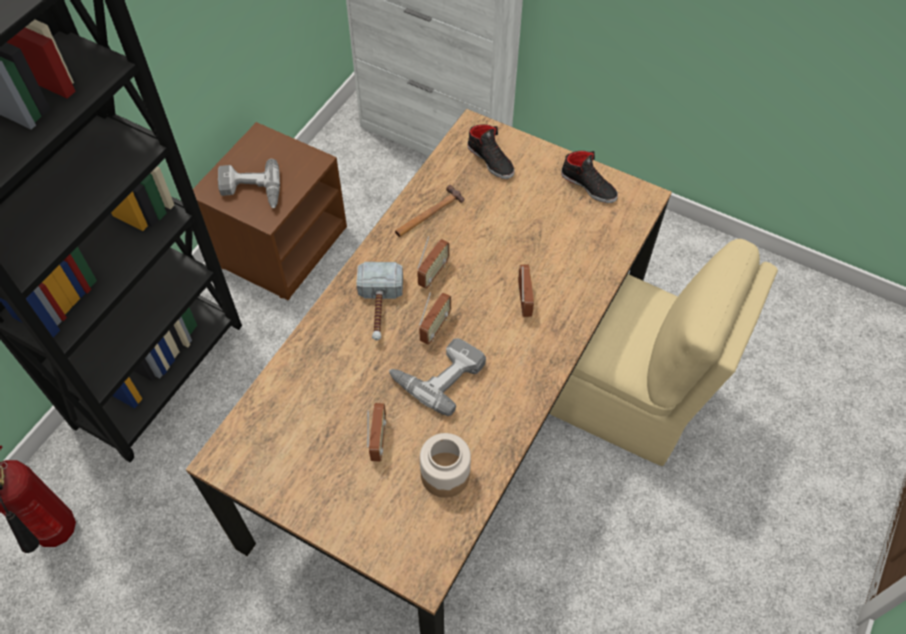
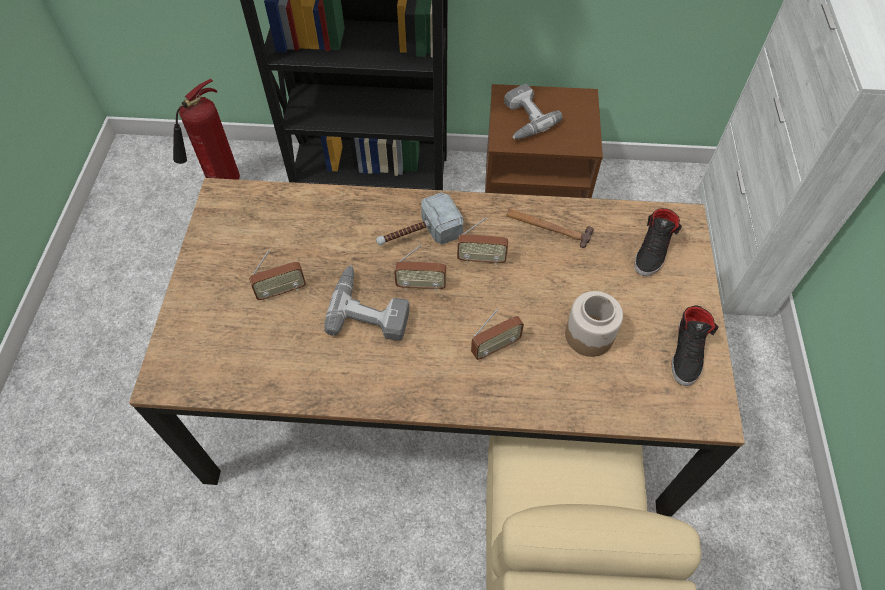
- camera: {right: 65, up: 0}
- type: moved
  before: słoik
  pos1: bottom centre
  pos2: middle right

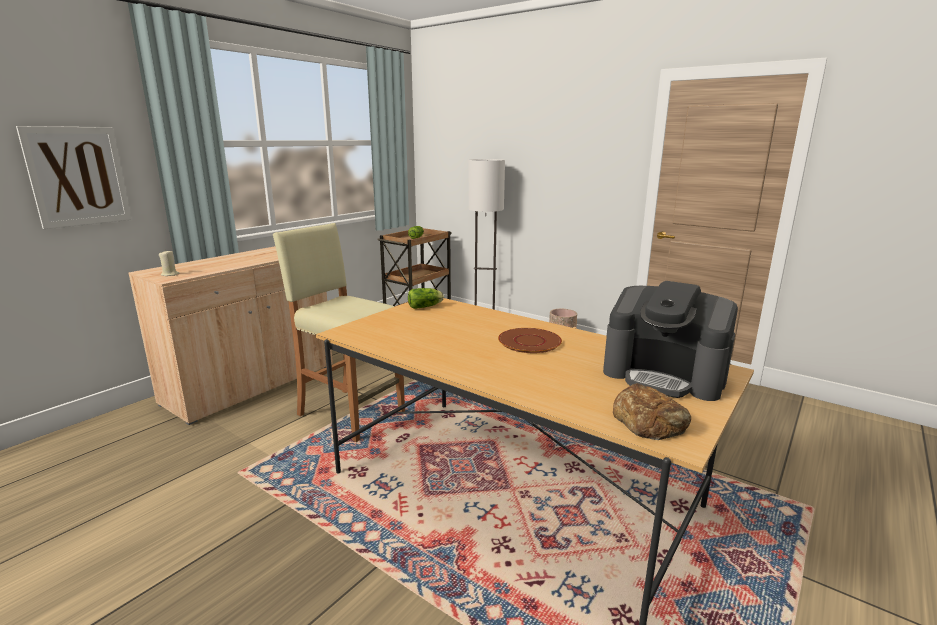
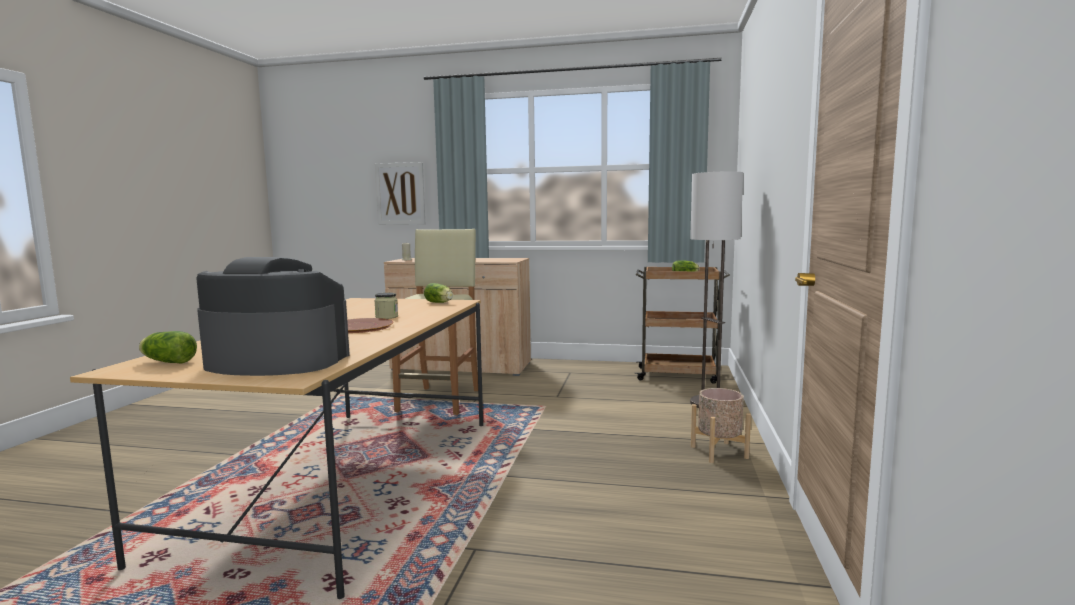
- camera: {right: 65, up: -10}
- type: added
  after: słoik
  pos2: centre
- type: replaced
  before: chleb
  after: sałata (1st from left)
  pos1: middle right
  pos2: middle left
- type: turned
  before: ekspres do kawy
  pos1: middle right
  pos2: middle left
  turn: 90

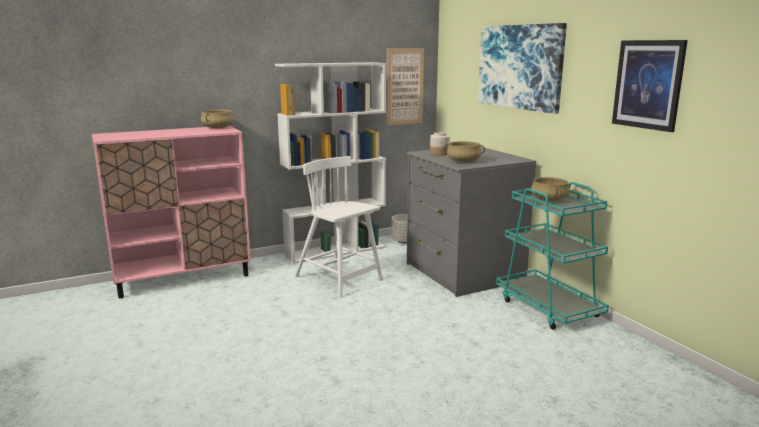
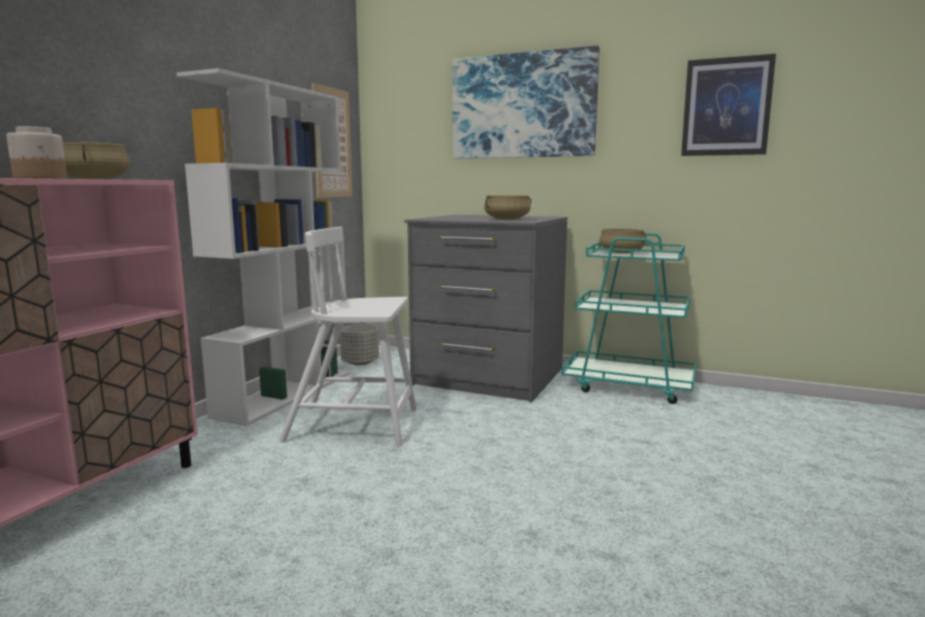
- camera: {right: -40, up: -5}
- type: moved
  before: słoik
  pos1: centre
  pos2: top left

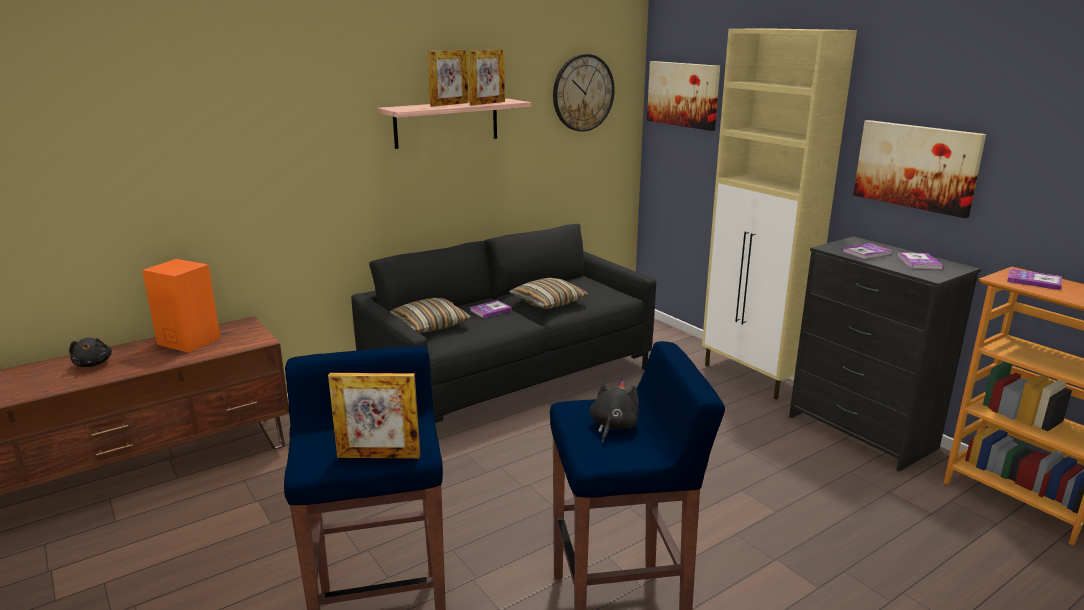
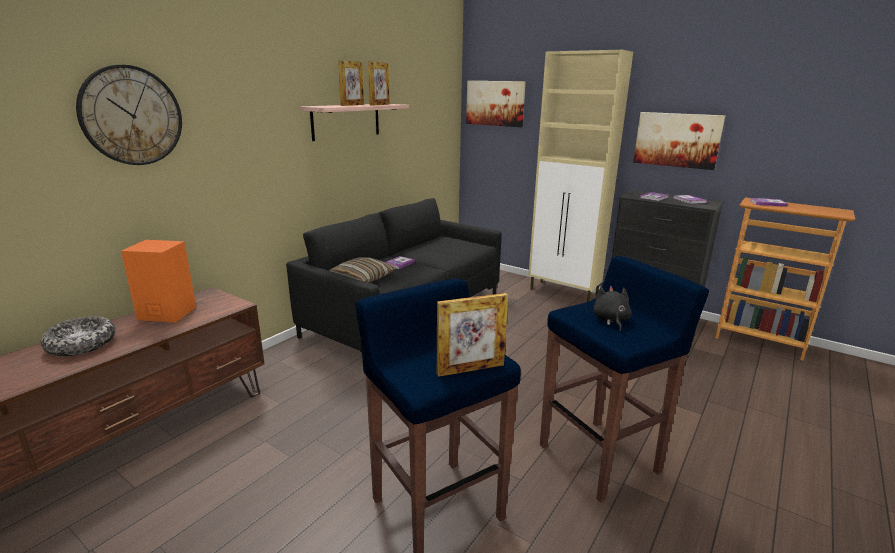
- camera: {right: -20, up: 0}
- type: removed
  before: poduszka (2nd from left)
  pos1: centre
- type: moved
  before: zegar ścienny
  pos1: top centre
  pos2: top left
- type: replaced
  before: pluszak/czarny (1st from left)
  after: miska
  pos1: middle left
  pos2: middle left

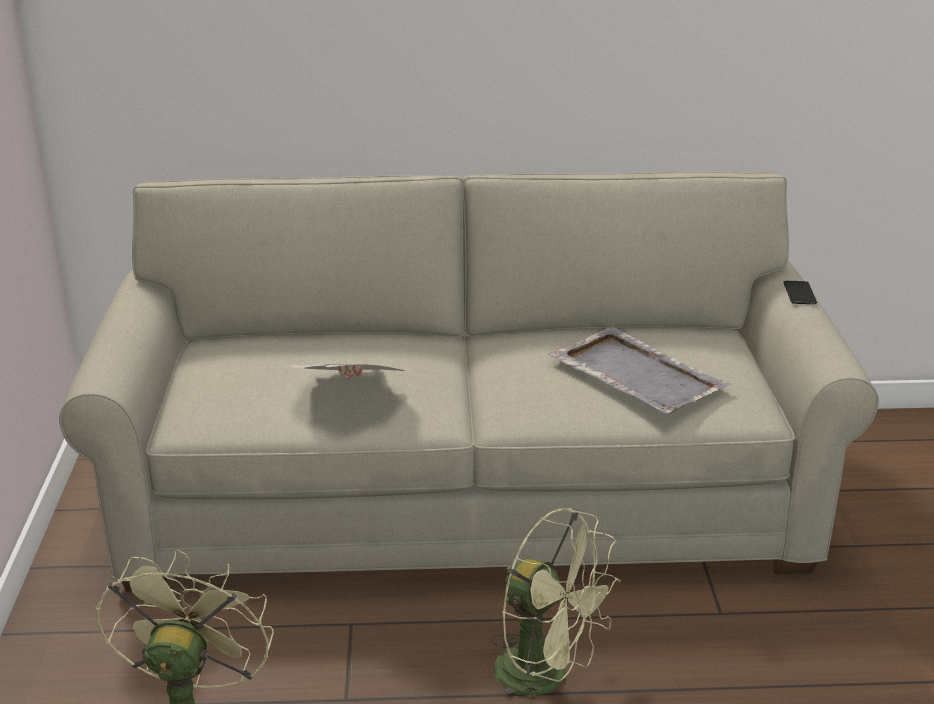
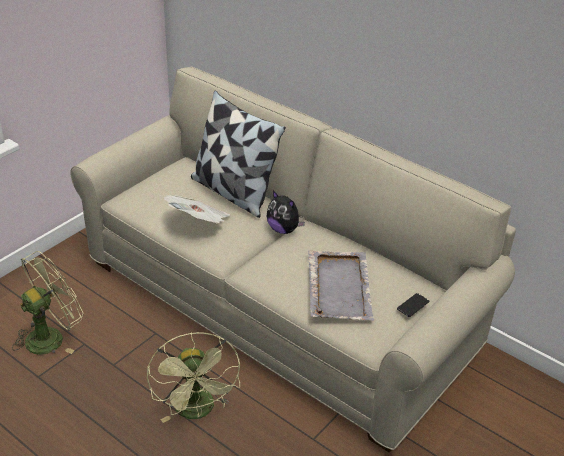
- camera: {right: 40, up: 10}
- type: added
  after: poduszka
  pos2: centre
- type: added
  after: pluszak
  pos2: centre
- type: moved
  before: telefon
  pos1: middle right
  pos2: bottom right

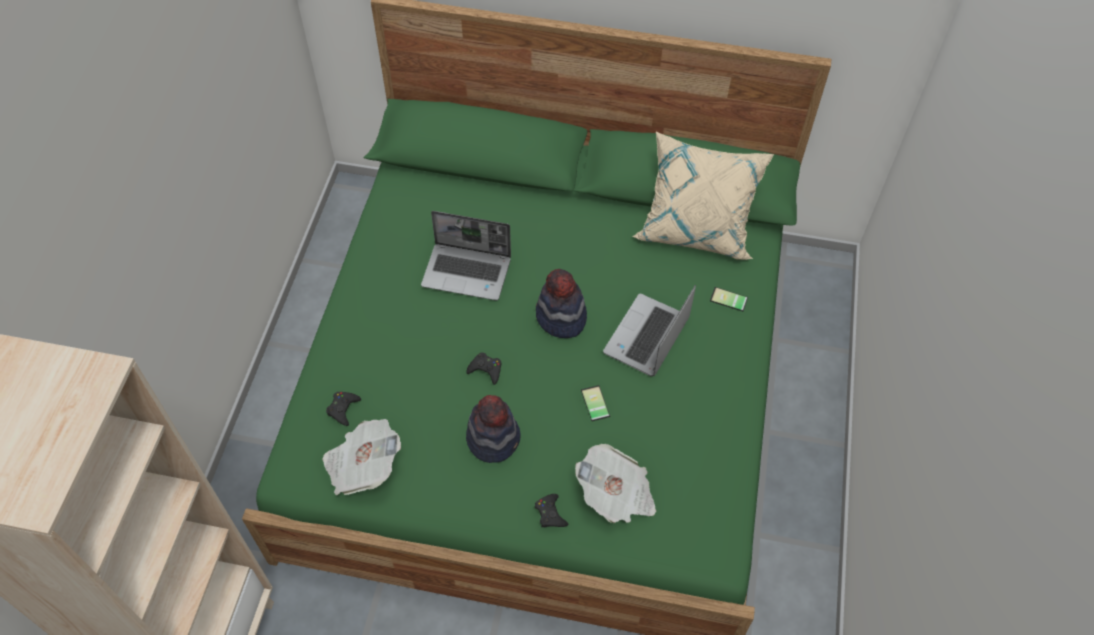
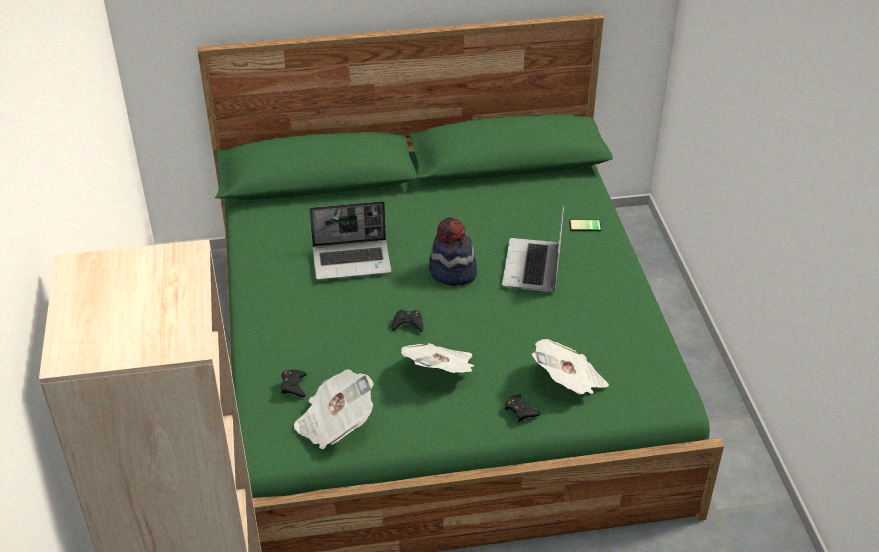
- camera: {right: -20, up: -15}
- type: removed
  before: telefon (1st from left)
  pos1: centre
- type: removed
  before: poduszka/beżowy
  pos1: top centre
- type: replaced
  before: kapelusz (1st from left)
  after: gazeta (2nd from left)
  pos1: bottom centre
  pos2: centre

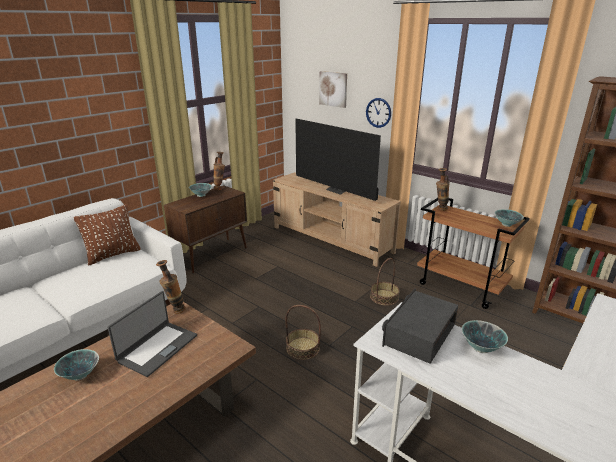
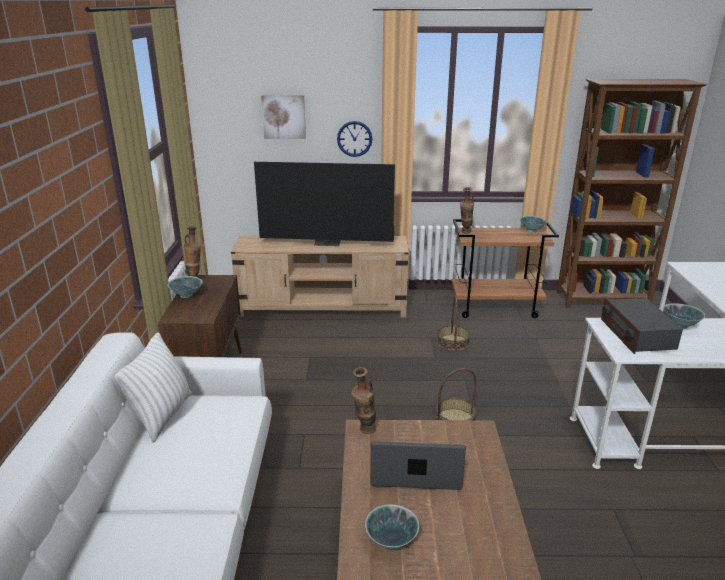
- camera: {right: -40, up: 0}
- type: recoloured
  before: poduszka/brązowy
  after: poduszka/biały
  pos1: middle left
  pos2: bottom left
- type: turned
  before: laptop
  pos1: bottom left
  pos2: bottom centre
  turn: -75

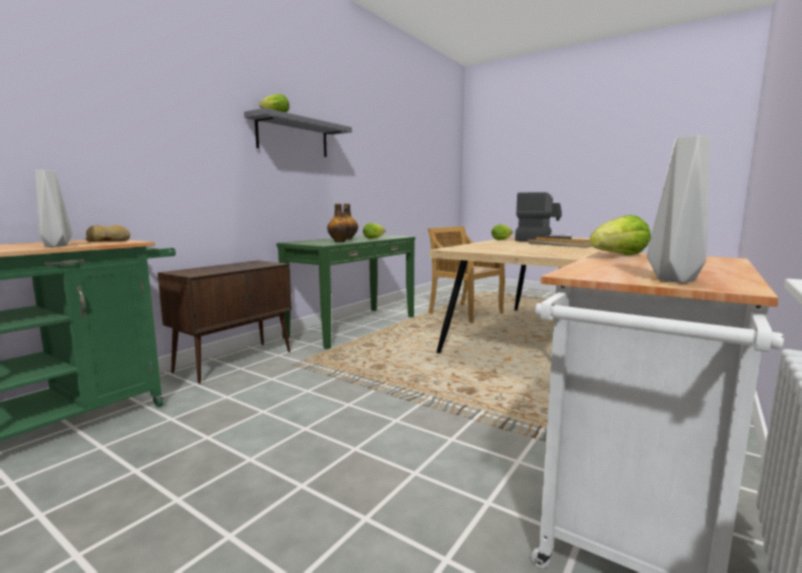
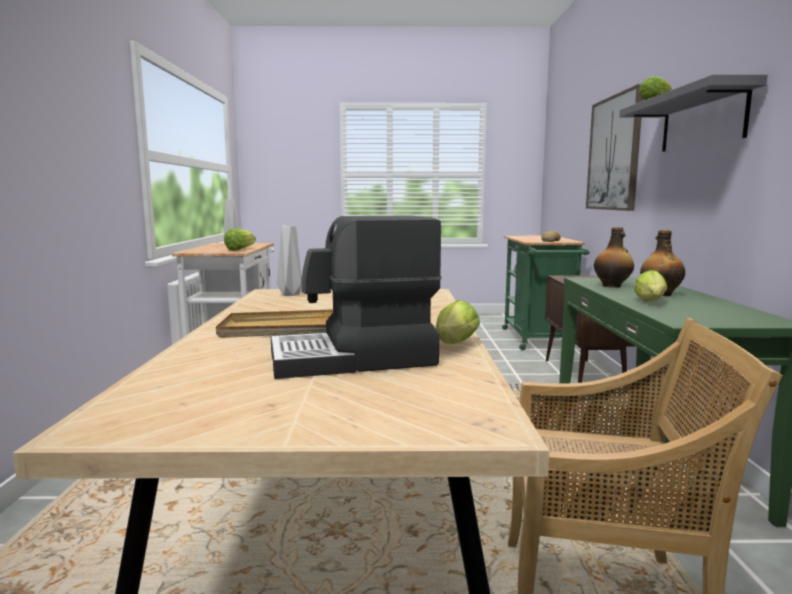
- camera: {right: 145, up: 0}
- type: added
  after: obraz
  pos2: top right
- type: moved
  before: wazon/szary (1st from left in the first image)
  after: wazon/szary (2nd from left)
  pos1: middle left
  pos2: centre

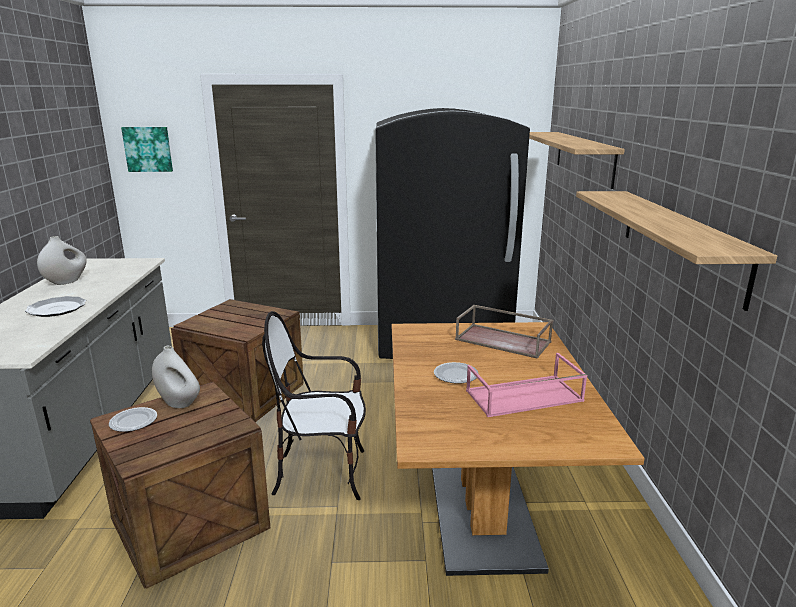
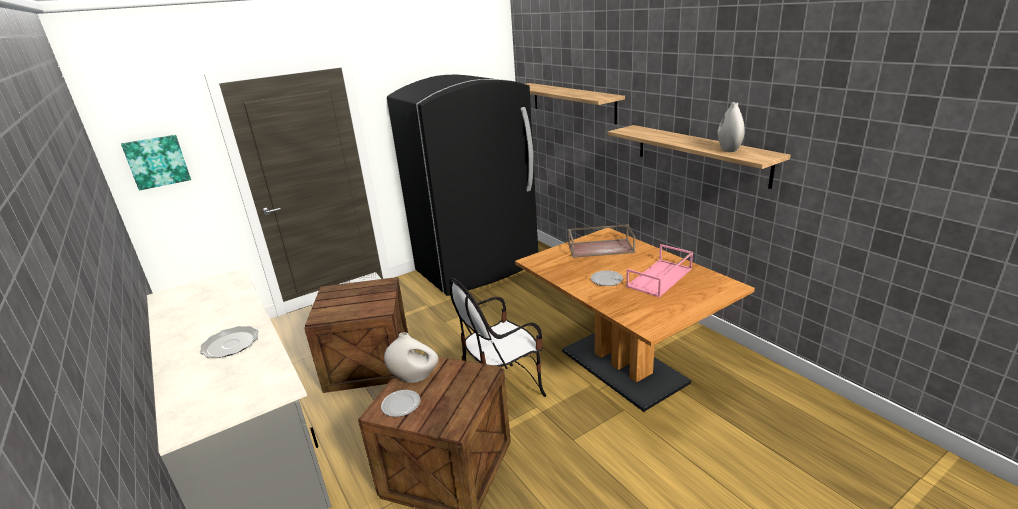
- camera: {right: -30, up: 5}
- type: moved
  before: wazon/biały (1st from left in the first image)
  after: wazon/biały (2nd from left)
  pos1: middle left
  pos2: top right

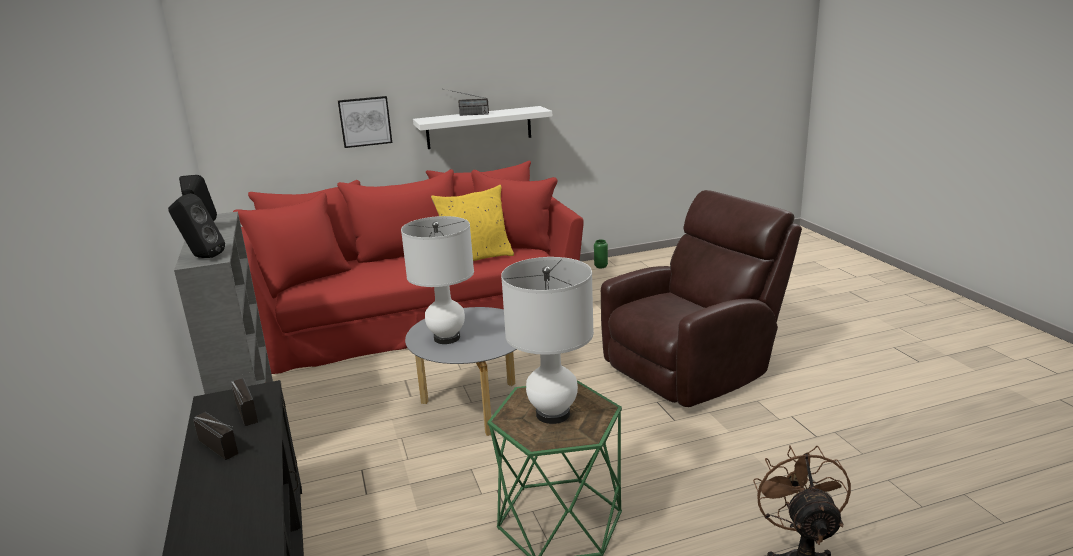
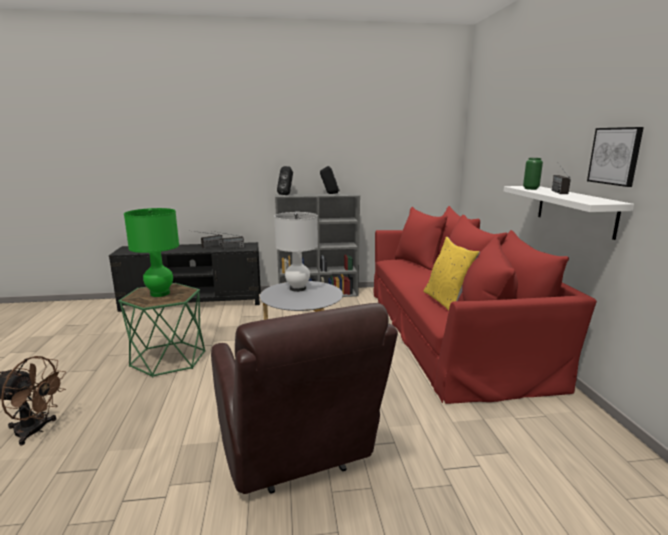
- camera: {right: 100, up: -5}
- type: moved
  before: obraz
  pos1: top centre
  pos2: top right
- type: moved
  before: wazon/zielony
  pos1: centre
  pos2: top right
- type: recoloured
  before: lampa stołowa/biały (2nd from left)
  after: lampa stołowa/zielony
  pos1: centre
  pos2: middle left

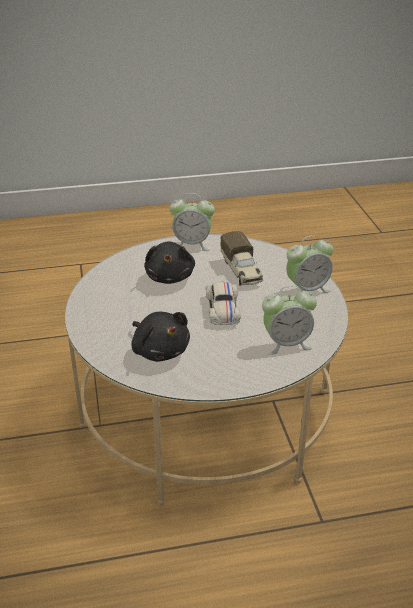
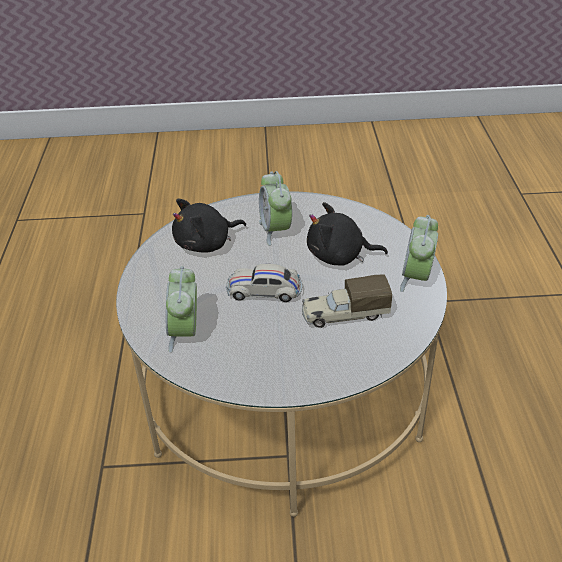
- camera: {right: 100, up: 5}
- type: moved
  before: budzik (3rd from left in the first image)
  after: budzik (2nd from left)
  pos1: middle right
  pos2: centre

